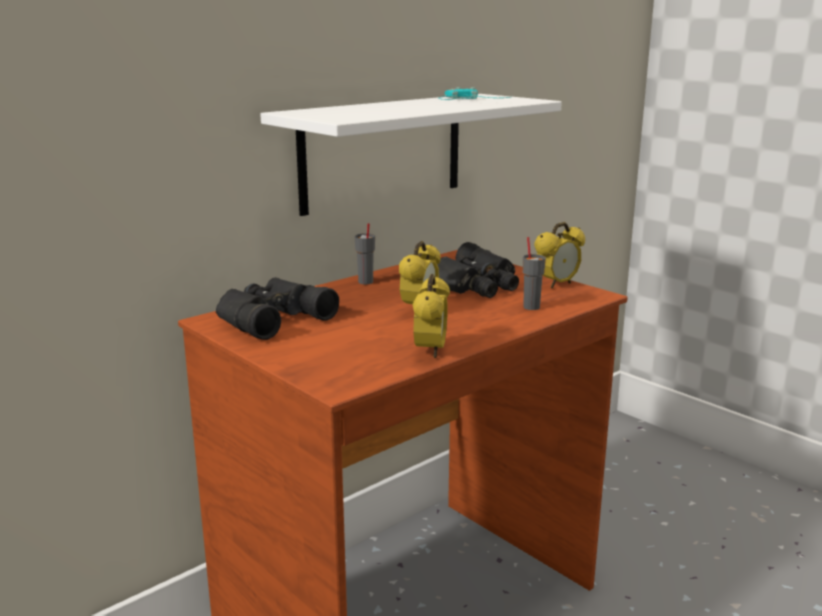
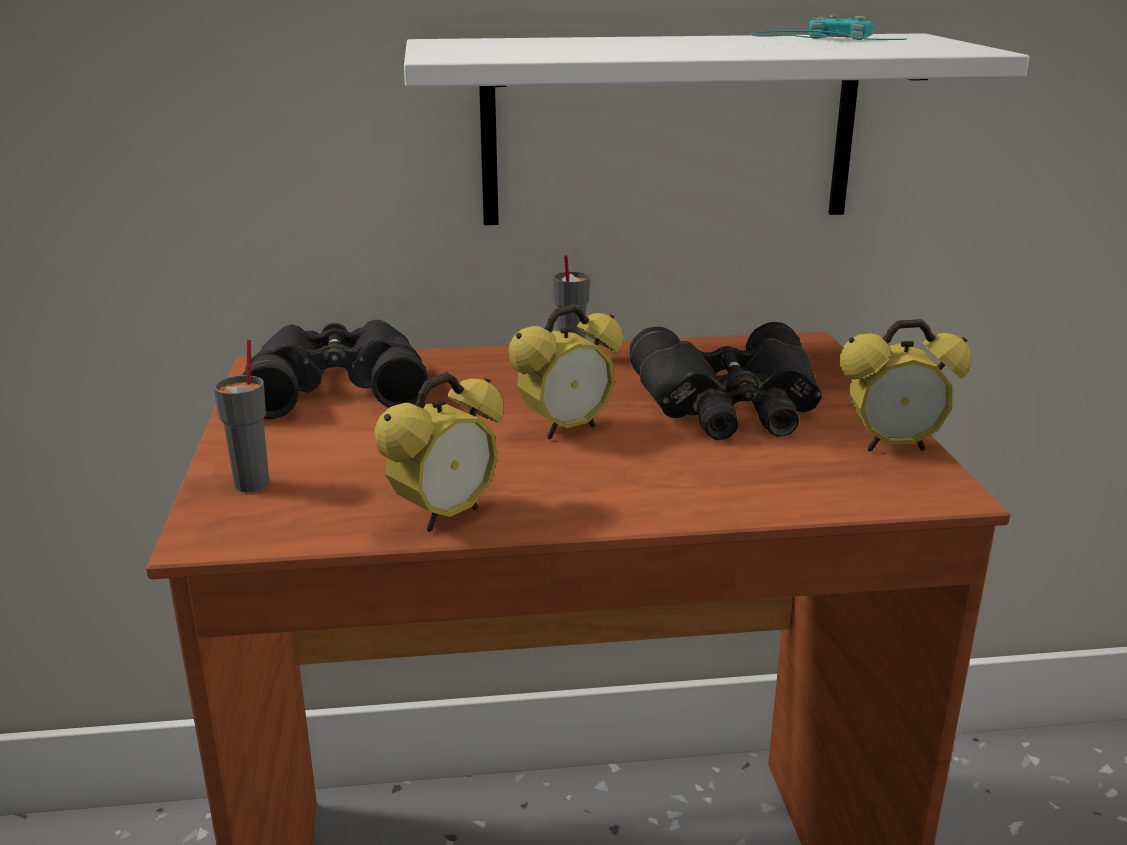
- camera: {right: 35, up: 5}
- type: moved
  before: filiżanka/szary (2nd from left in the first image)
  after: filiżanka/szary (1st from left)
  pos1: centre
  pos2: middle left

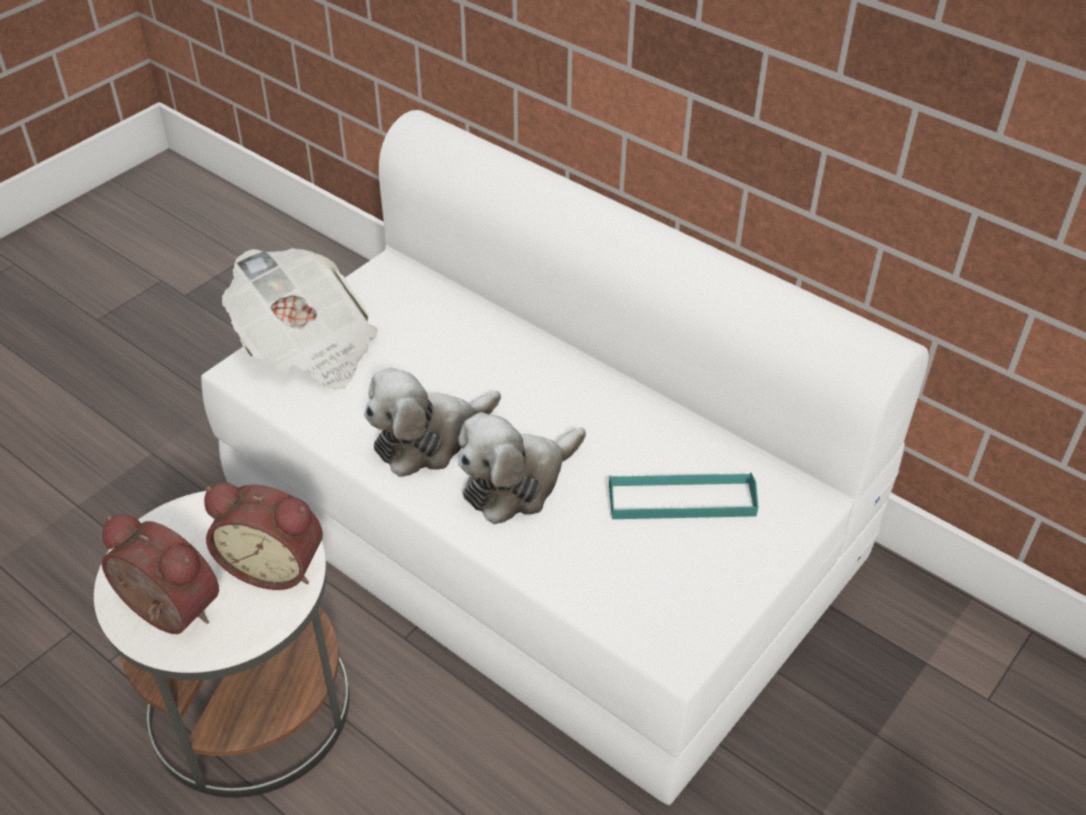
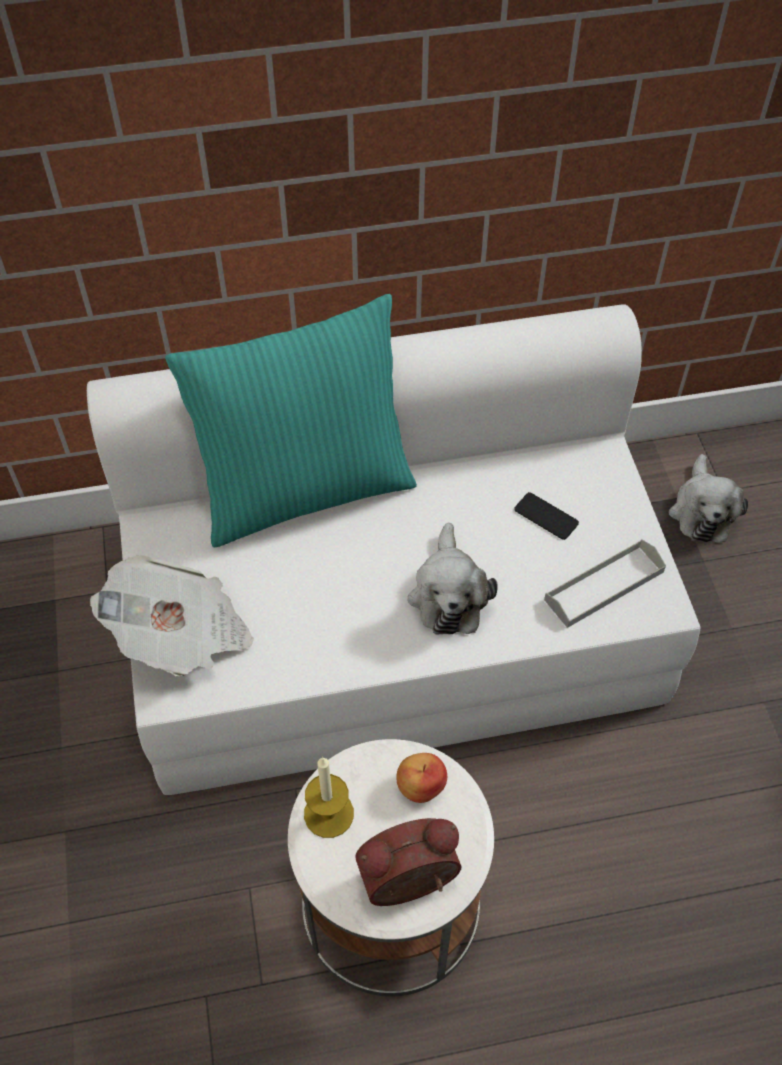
- camera: {right: -50, up: 10}
- type: added
  after: poduszka/turkusowy
  pos2: centre
- type: added
  after: świeca
  pos2: bottom centre
- type: added
  after: taca/szary
  pos2: middle right
- type: moved
  before: pluszak (1st from left in the first image)
  after: pluszak (2nd from left)
  pos1: centre
  pos2: middle right
- type: replaced
  before: budzik (2nd from left)
  after: jabłko
  pos1: middle left
  pos2: bottom centre
- type: replaced
  before: taca/turkusowy
  after: telefon
  pos1: centre
  pos2: middle right

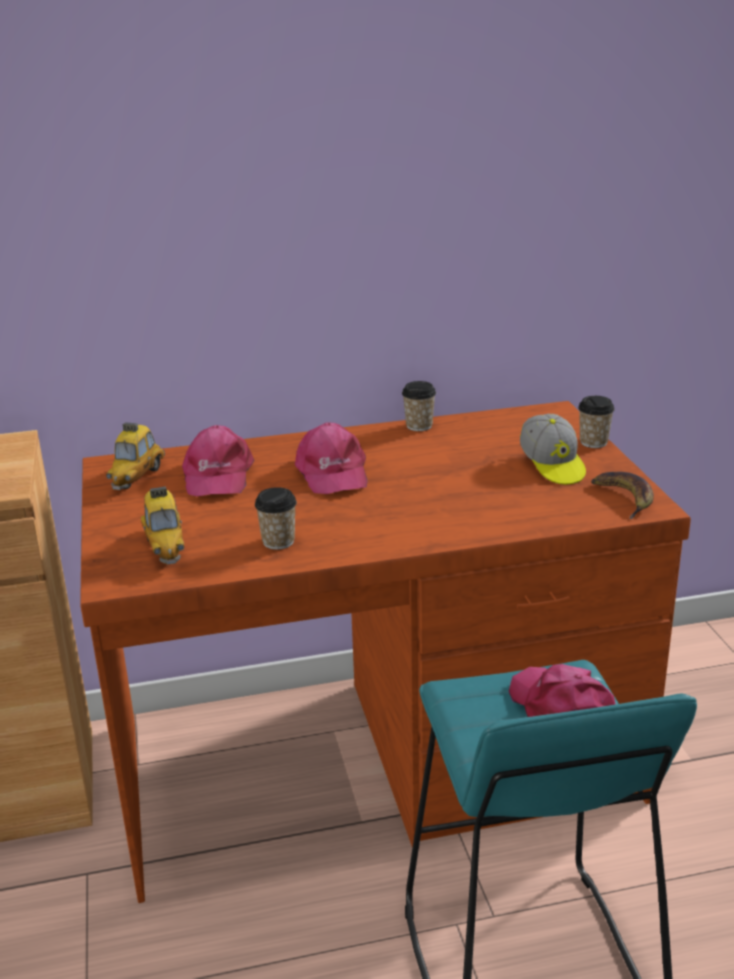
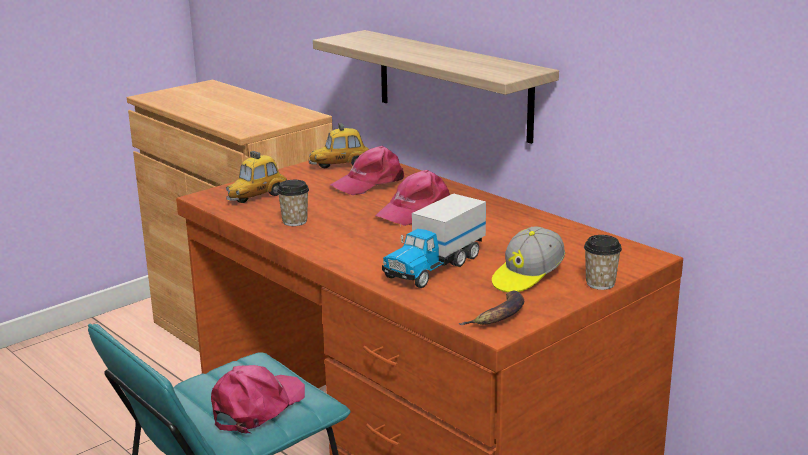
- camera: {right: 60, up: -5}
- type: removed
  before: filiżanka (2nd from left)
  pos1: centre
- type: added
  after: półka
  pos2: top centre
- type: added
  after: ciężarówka zabawkowa
  pos2: centre

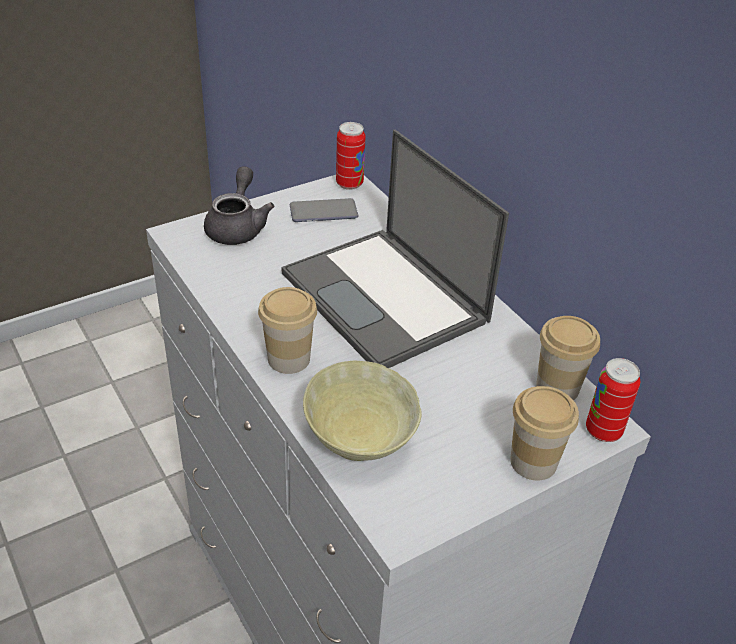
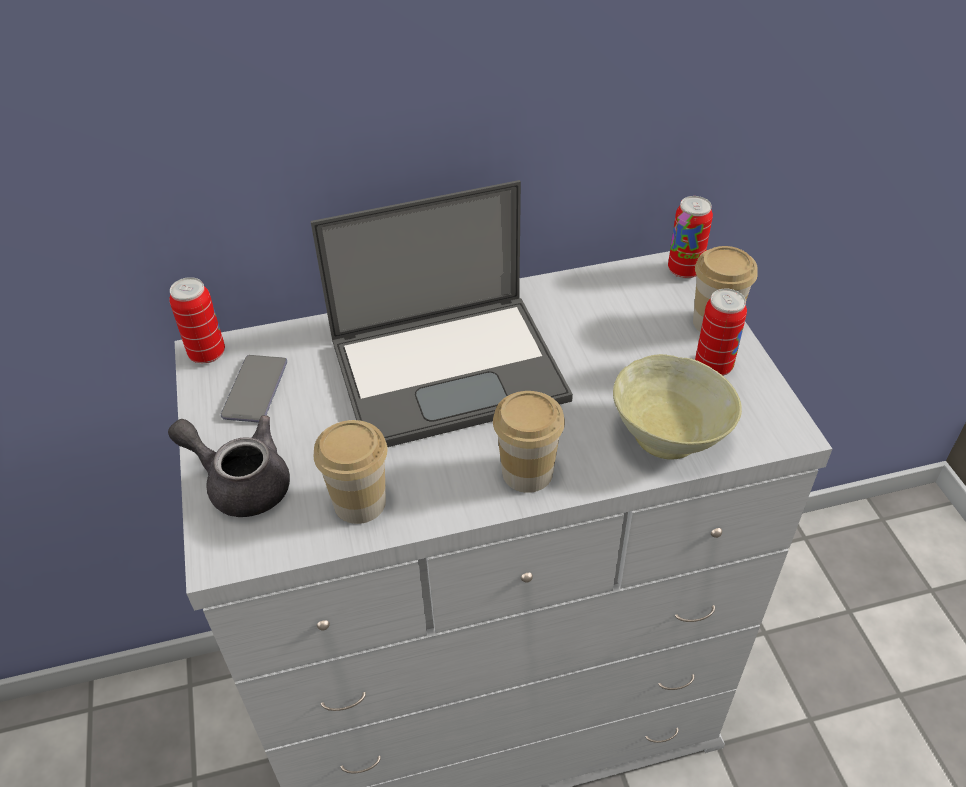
- camera: {right: -70, up: 5}
- type: added
  after: puszka (3rd from left)
  pos2: middle right
- type: moved
  before: filiżanka (3rd from left in the first image)
  after: filiżanka (1st from left)
  pos1: middle right
  pos2: centre

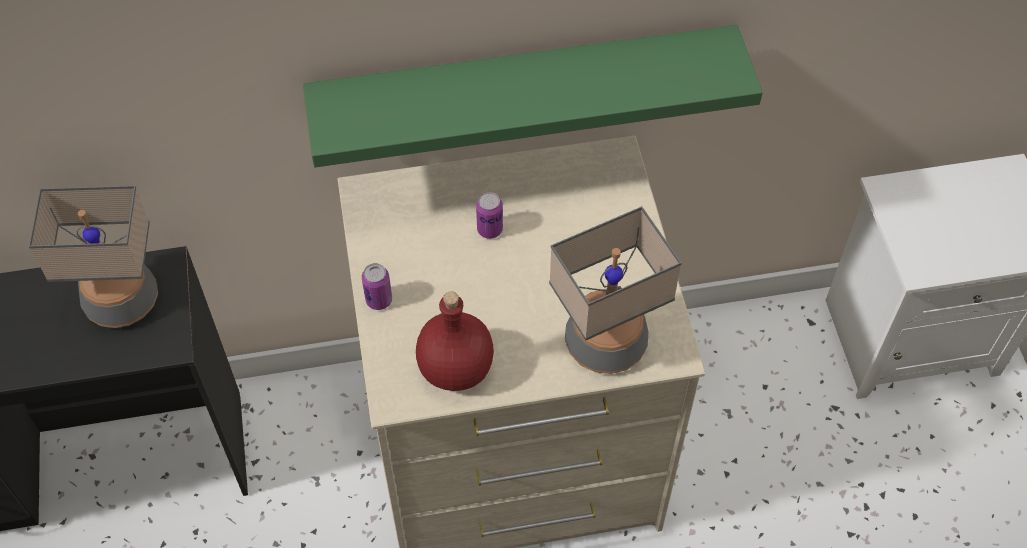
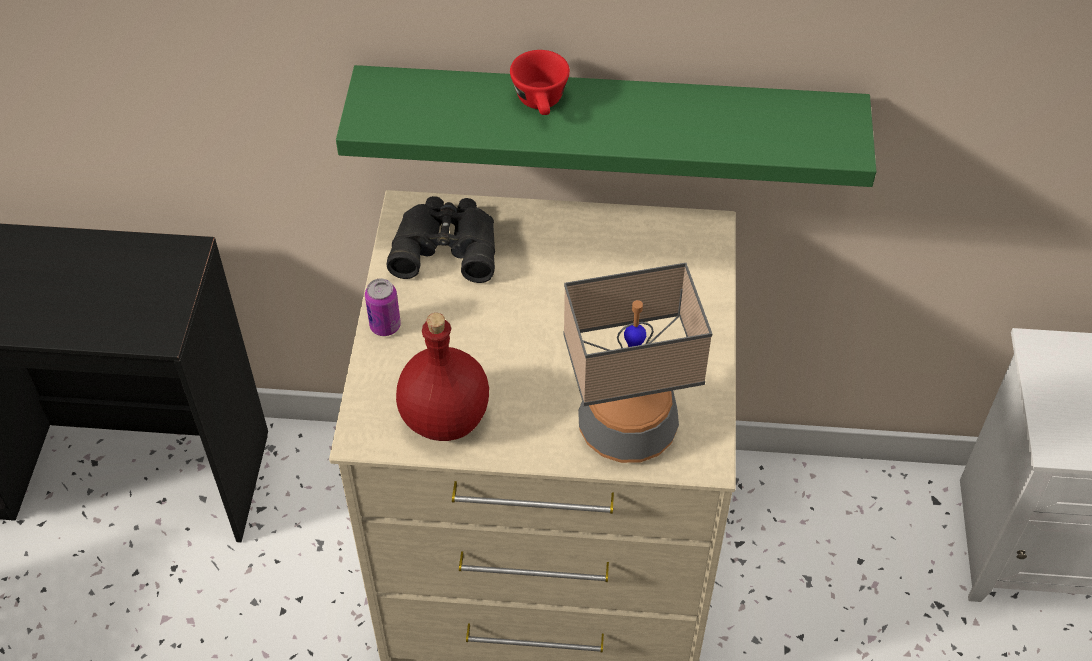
- camera: {right: 15, up: -5}
- type: removed
  before: lampa stołowa (1st from left)
  pos1: middle left
- type: removed
  before: puszka (2nd from left)
  pos1: centre
- type: added
  after: lornetka/czarny
  pos2: centre
- type: added
  after: filiżanka/czerwony
  pos2: top centre

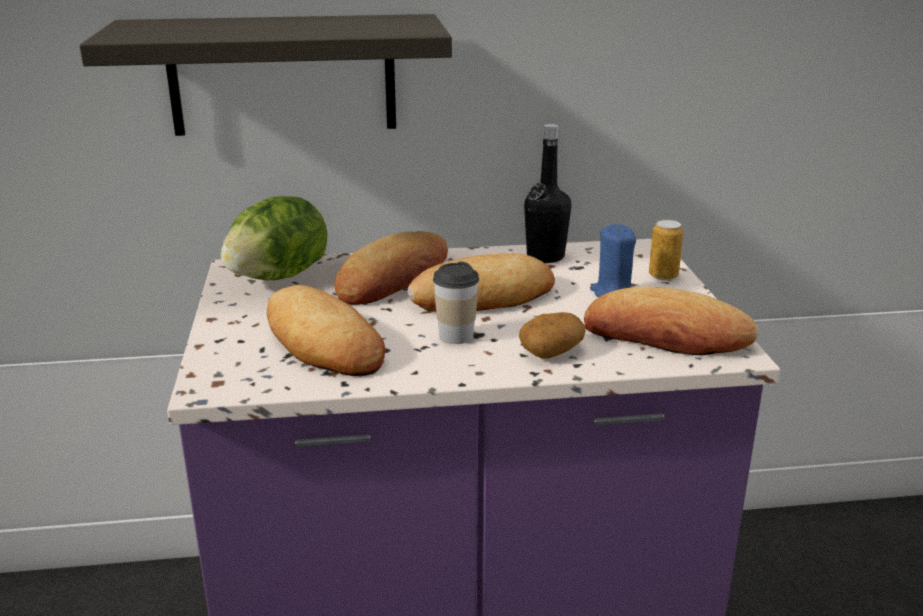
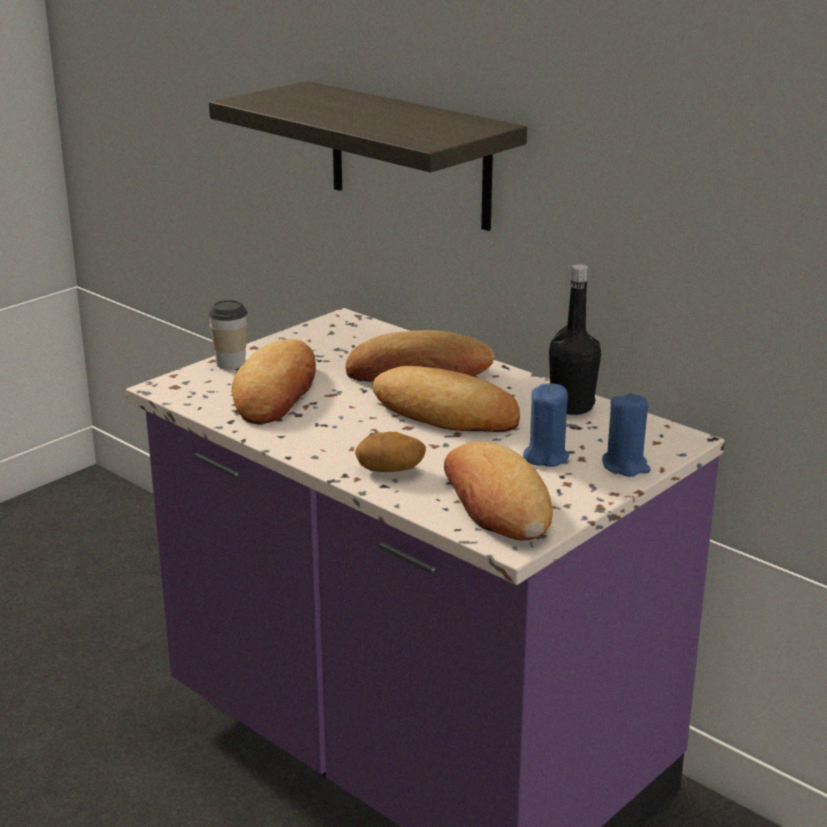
- camera: {right: 50, up: 0}
- type: removed
  before: sałata
  pos1: middle left
- type: moved
  before: filiżanka
  pos1: centre
  pos2: middle left
- type: replaced
  before: puszka
  after: świeca/niebieski (2nd from left)
  pos1: middle right
  pos2: middle right

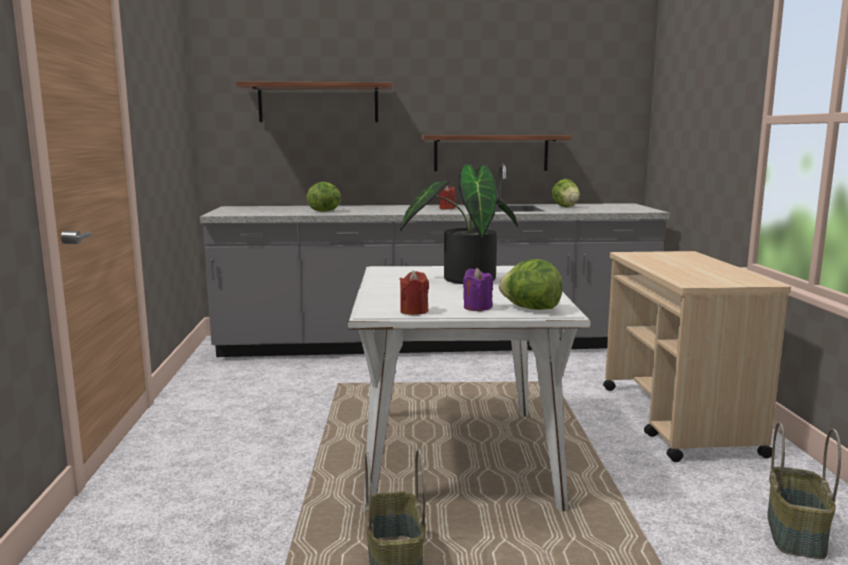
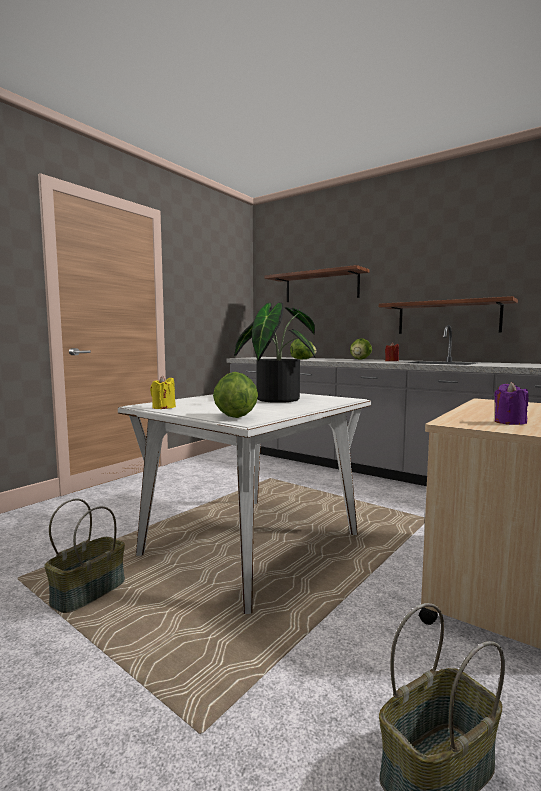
- camera: {right: 40, up: -5}
- type: moved
  before: świeca/fioletowy
  pos1: centre
  pos2: middle right
- type: moved
  before: sałata (3rd from left)
  pos1: centre
  pos2: middle right
- type: recoloured
  before: świeca/czerwony (1st from left)
  after: świeca/żółty
  pos1: centre
  pos2: middle left

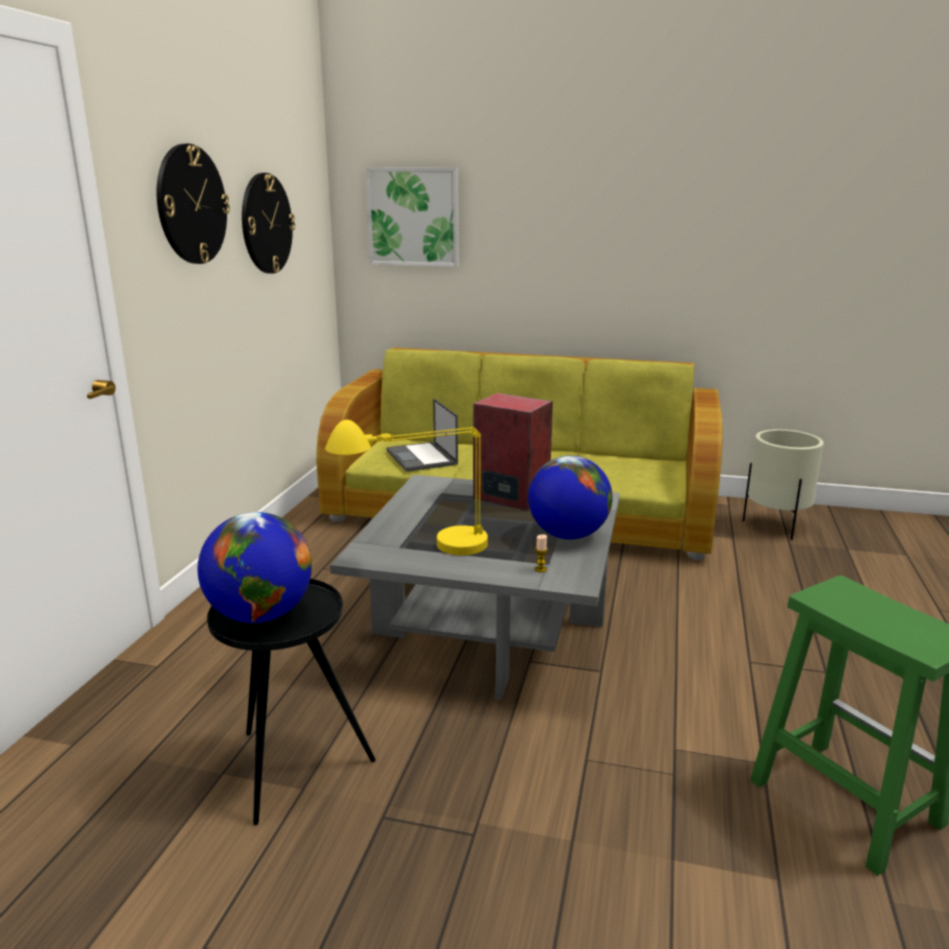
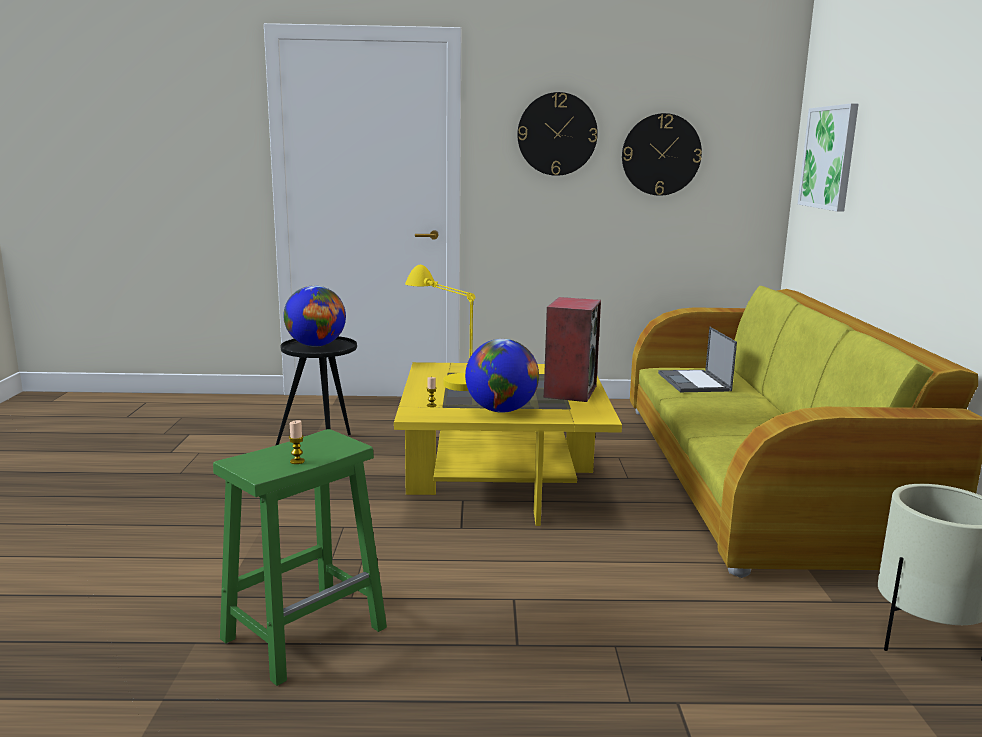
- camera: {right: 75, up: -5}
- type: added
  after: świeca (1st from left)
  pos2: middle left
- type: recoloured
  before: ława/szary
  after: ława/żółty
  pos1: centre
  pos2: centre
- type: turned
  before: laptop
  pos1: centre
  pos2: middle right
  turn: -60

